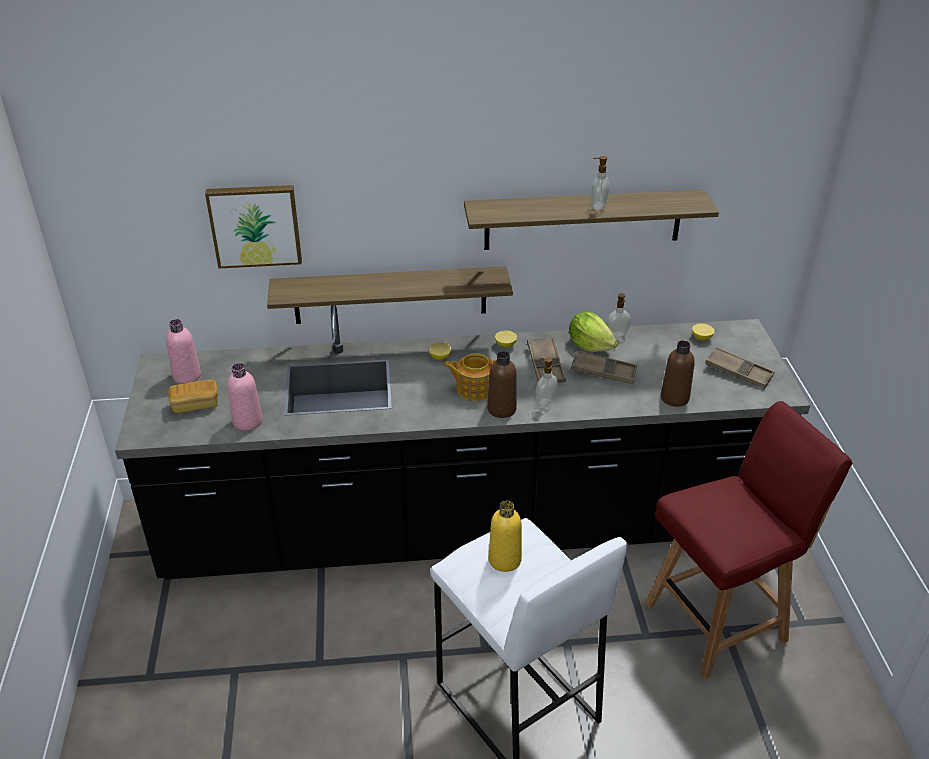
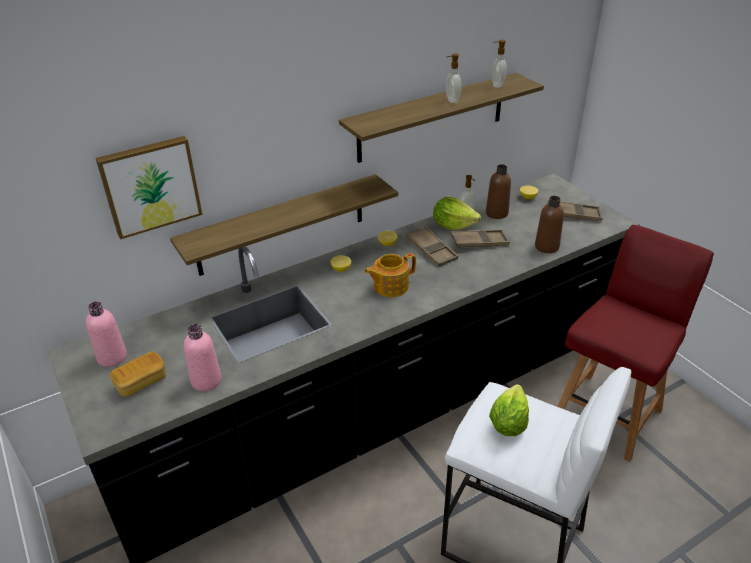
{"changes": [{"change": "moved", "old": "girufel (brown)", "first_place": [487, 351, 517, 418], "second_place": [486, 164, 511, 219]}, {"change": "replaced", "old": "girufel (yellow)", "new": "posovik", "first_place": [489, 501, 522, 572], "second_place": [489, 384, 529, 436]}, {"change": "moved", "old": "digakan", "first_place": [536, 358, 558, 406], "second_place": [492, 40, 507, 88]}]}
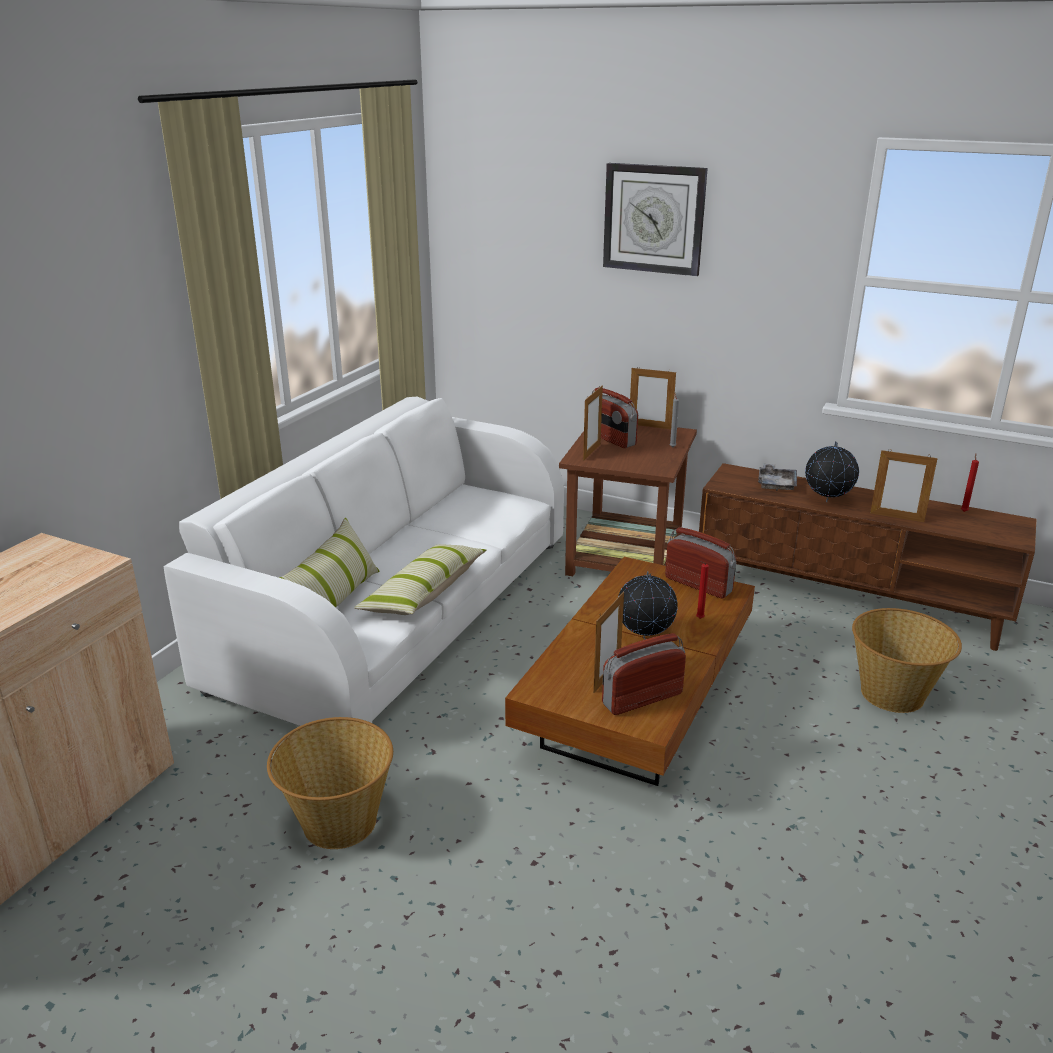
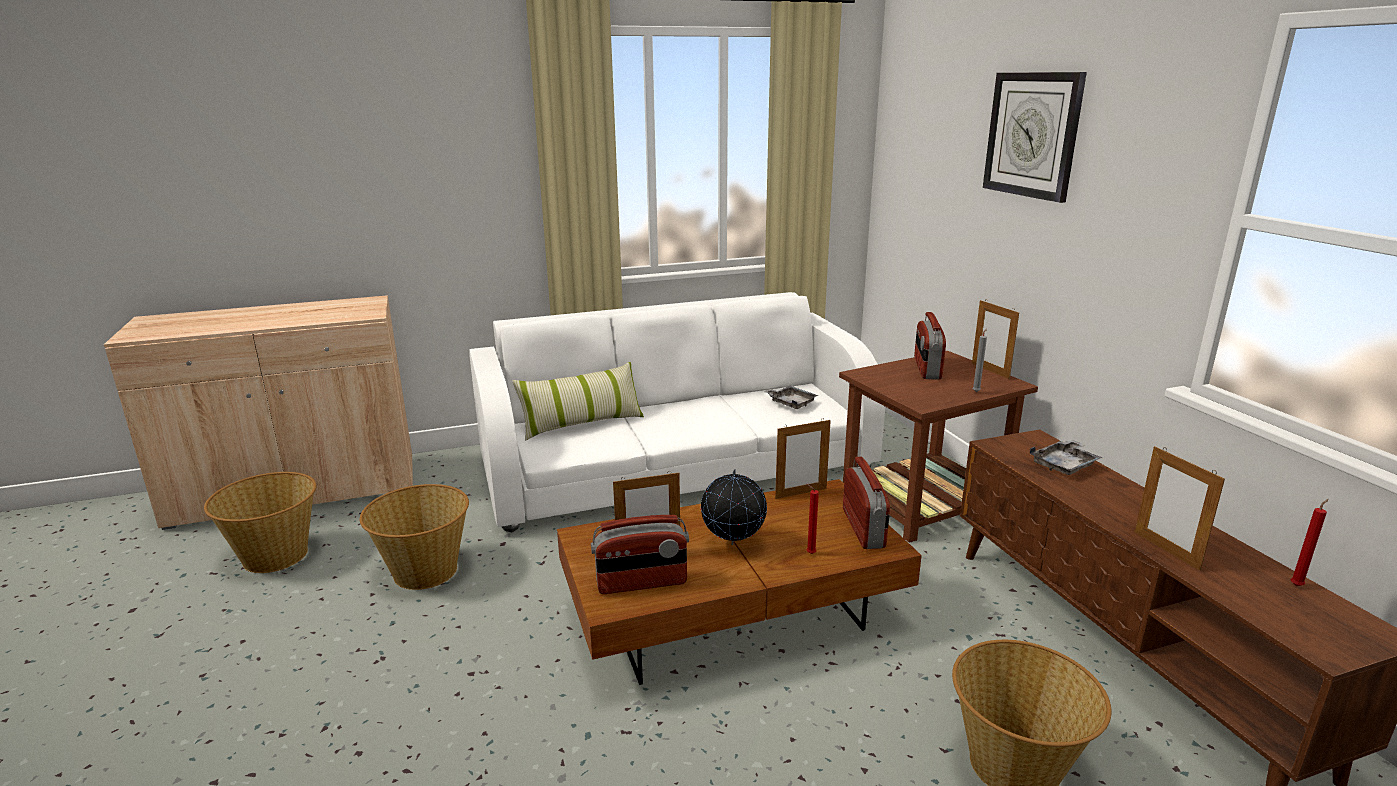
{"changes": [{"change": "removed", "old": "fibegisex", "first_place": [354, 544, 487, 615]}, {"change": "moved", "old": "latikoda", "first_place": [583, 385, 603, 461], "second_place": [775, 418, 831, 499]}, {"change": "turned", "old": "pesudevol", "first_place": [602, 633, 686, 715], "second_place": [591, 515, 689, 594], "degrees": 150}, {"change": "removed", "old": "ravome", "first_place": [805, 441, 859, 502]}, {"change": "added", "new": "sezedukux", "second_place": [204, 472, 316, 573]}, {"change": "added", "new": "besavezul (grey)", "second_place": [763, 386, 818, 409]}]}
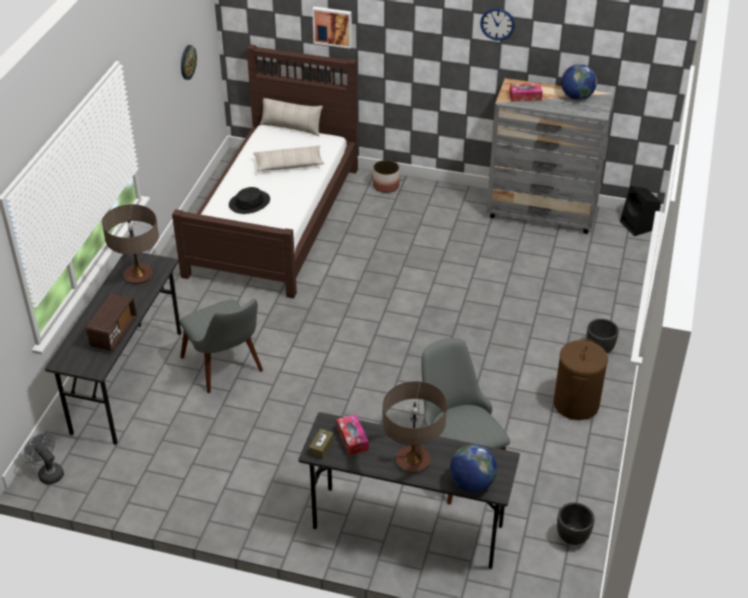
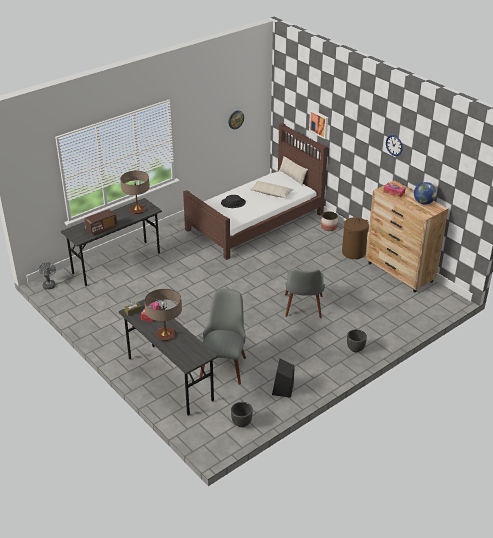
{"changes": [{"change": "moved", "old": "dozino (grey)", "first_place": [180, 298, 263, 393], "second_place": [285, 268, 325, 318]}, {"change": "removed", "old": "ravome", "first_place": [450, 445, 497, 492]}, {"change": "recoloured", "old": "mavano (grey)", "new": "mavano (brown)", "first_place": [487, 78, 614, 234], "second_place": [366, 180, 449, 292]}, {"change": "moved", "old": "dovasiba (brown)", "first_place": [554, 339, 608, 420], "second_place": [342, 217, 369, 259]}, {"change": "moved", "old": "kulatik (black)", "first_place": [620, 186, 661, 236], "second_place": [272, 359, 295, 398]}]}
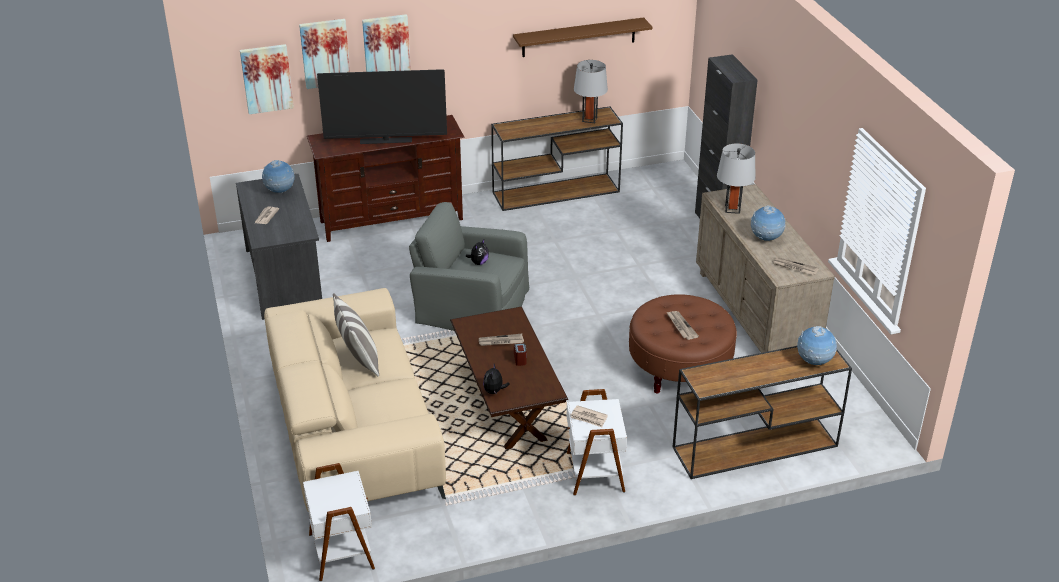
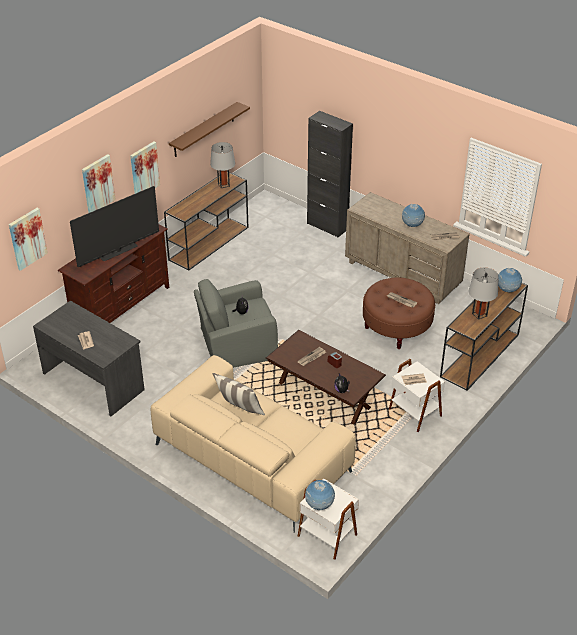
{"changes": [{"change": "moved", "old": "ravome", "first_place": [262, 160, 294, 193], "second_place": [305, 480, 335, 510]}, {"change": "moved", "old": "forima", "first_place": [299, 19, 350, 89], "second_place": [130, 141, 160, 194]}, {"change": "moved", "old": "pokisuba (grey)", "first_place": [717, 143, 756, 214], "second_place": [468, 267, 499, 320]}]}
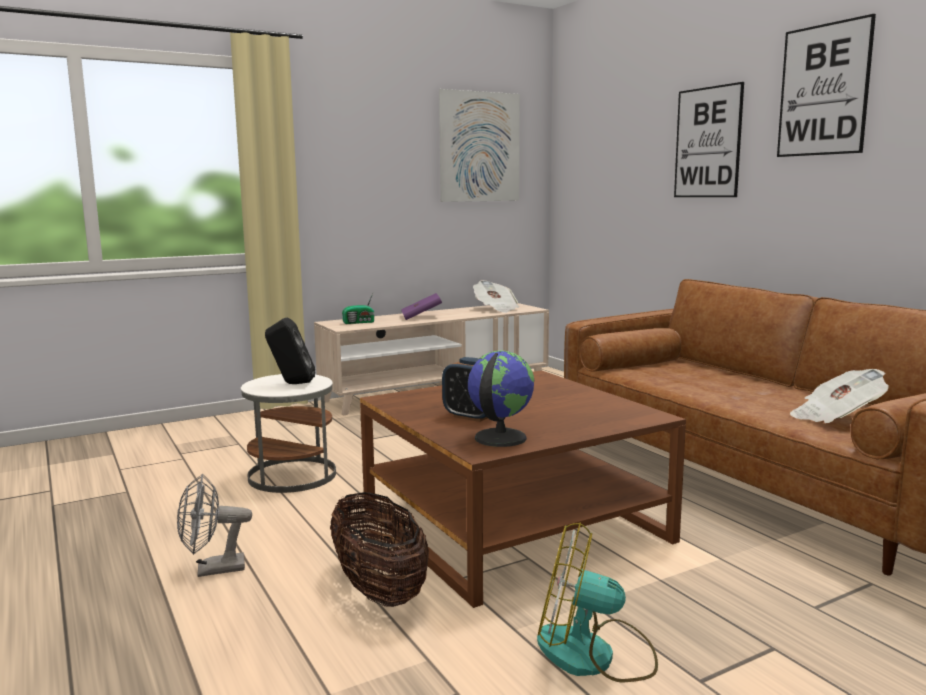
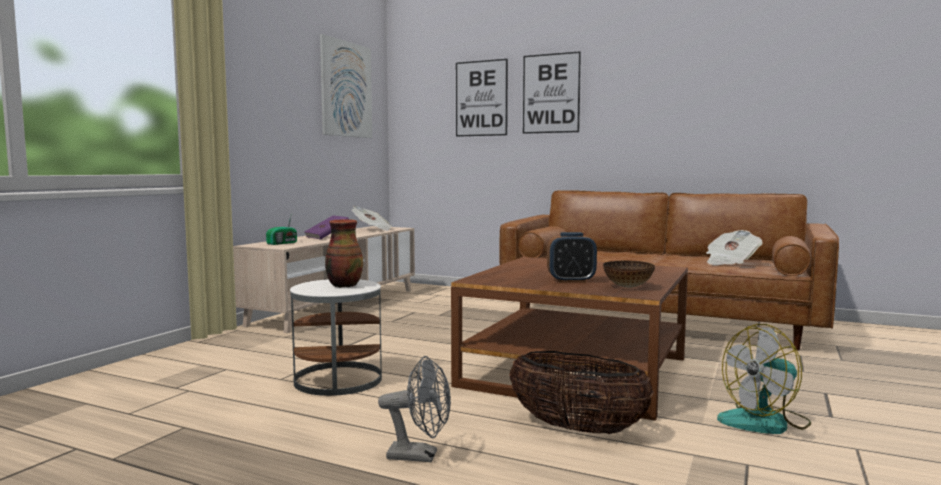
{"changes": [{"change": "turned", "old": "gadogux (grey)", "first_place": [177, 474, 252, 577], "second_place": [378, 356, 451, 462], "degrees": -120}, {"change": "replaced", "old": "kulatik (black)", "new": "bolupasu", "first_place": [265, 318, 315, 384], "second_place": [325, 219, 363, 288]}, {"change": "replaced", "old": "ravome", "new": "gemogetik", "first_place": [468, 350, 534, 447], "second_place": [603, 261, 655, 288]}, {"change": "moved", "old": "forima", "first_place": [777, 14, 876, 157], "second_place": [456, 59, 508, 137]}]}
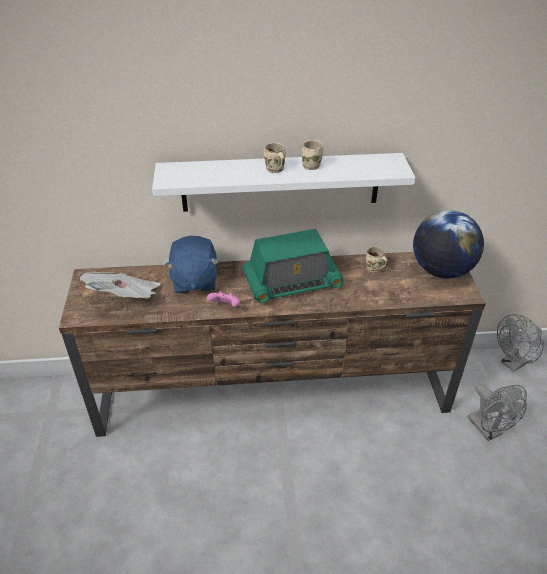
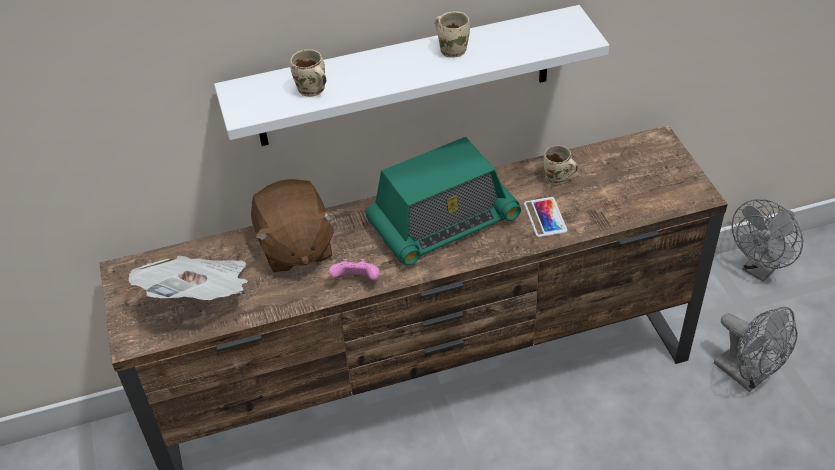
{"changes": [{"change": "recoloured", "old": "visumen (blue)", "new": "visumen (brown)", "first_place": [165, 236, 219, 294], "second_place": [251, 179, 336, 273]}, {"change": "moved", "old": "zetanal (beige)", "first_place": [264, 143, 286, 173], "second_place": [290, 49, 327, 97]}, {"change": "removed", "old": "ravome", "first_place": [413, 210, 484, 278]}, {"change": "added", "new": "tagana", "second_place": [524, 197, 568, 237]}]}
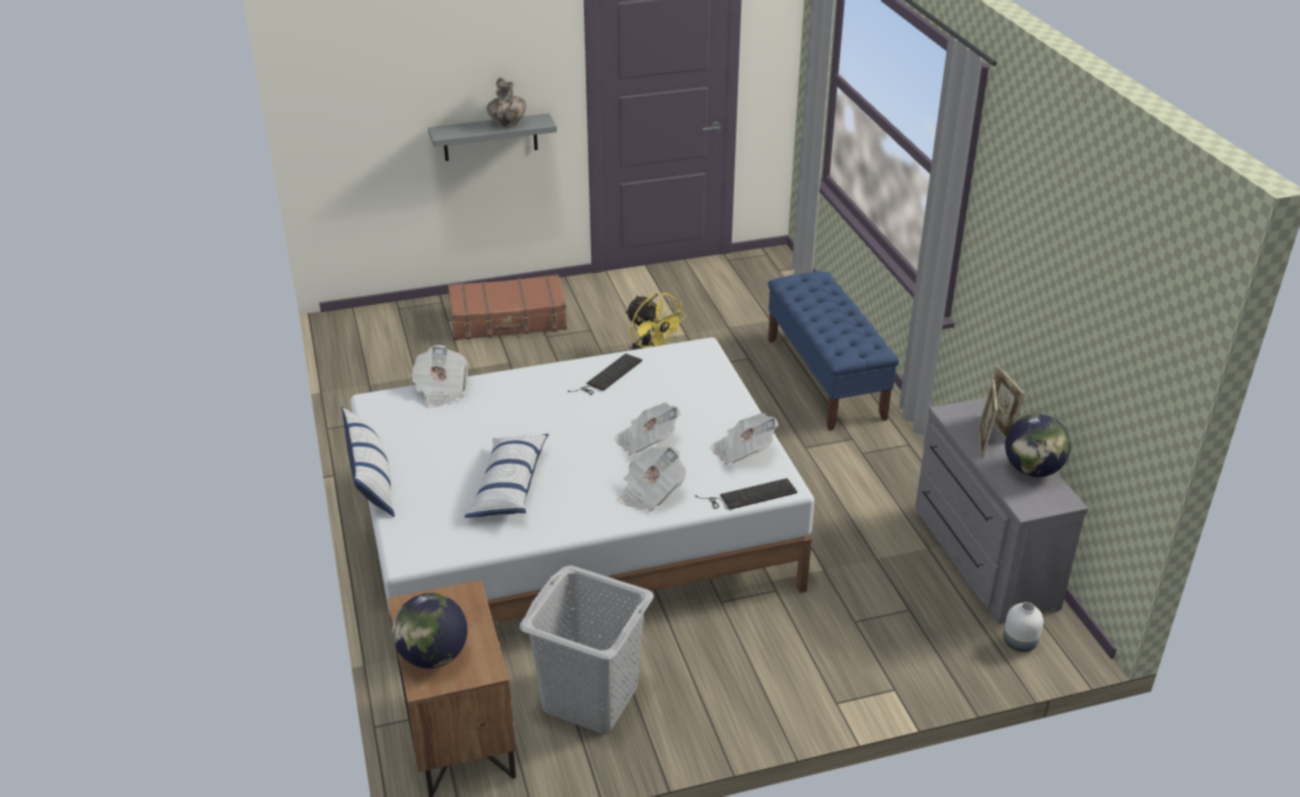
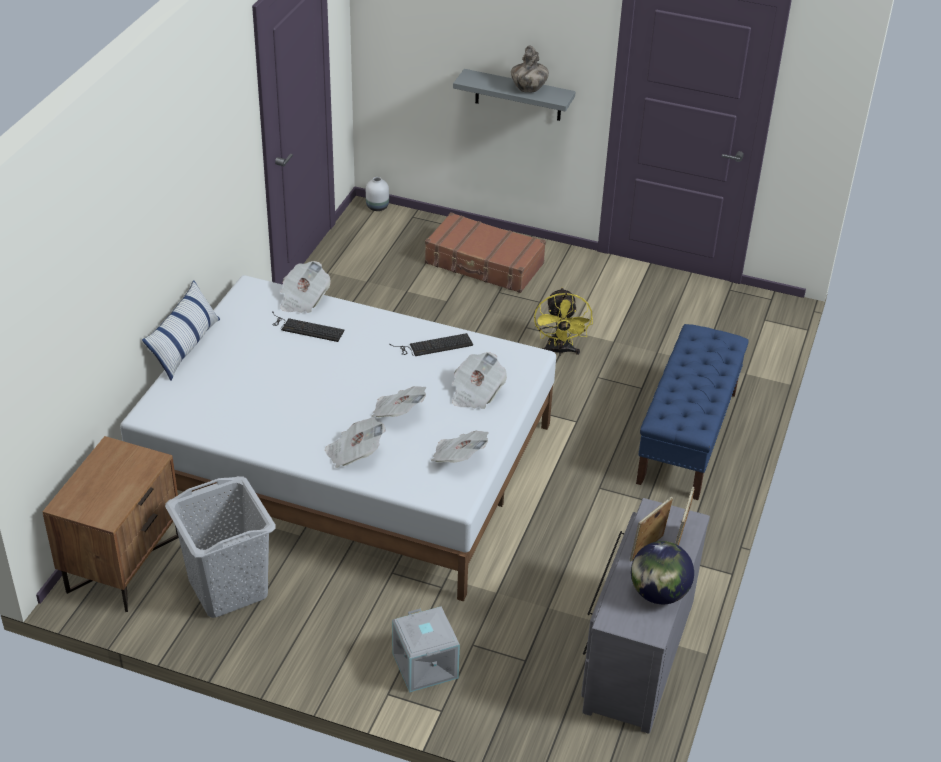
{"changes": [{"change": "removed", "old": "ravome", "first_place": [392, 593, 468, 669]}, {"change": "removed", "old": "fibegisex", "first_place": [465, 434, 549, 518]}, {"change": "moved", "old": "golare", "first_place": [695, 478, 797, 510], "second_place": [272, 311, 345, 342]}, {"change": "moved", "old": "bolupasu (white)", "first_place": [1003, 602, 1043, 652], "second_place": [366, 177, 389, 211]}, {"change": "added", "new": "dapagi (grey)", "second_place": [392, 606, 460, 693]}, {"change": "added", "new": "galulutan", "second_place": [452, 352, 507, 409]}]}
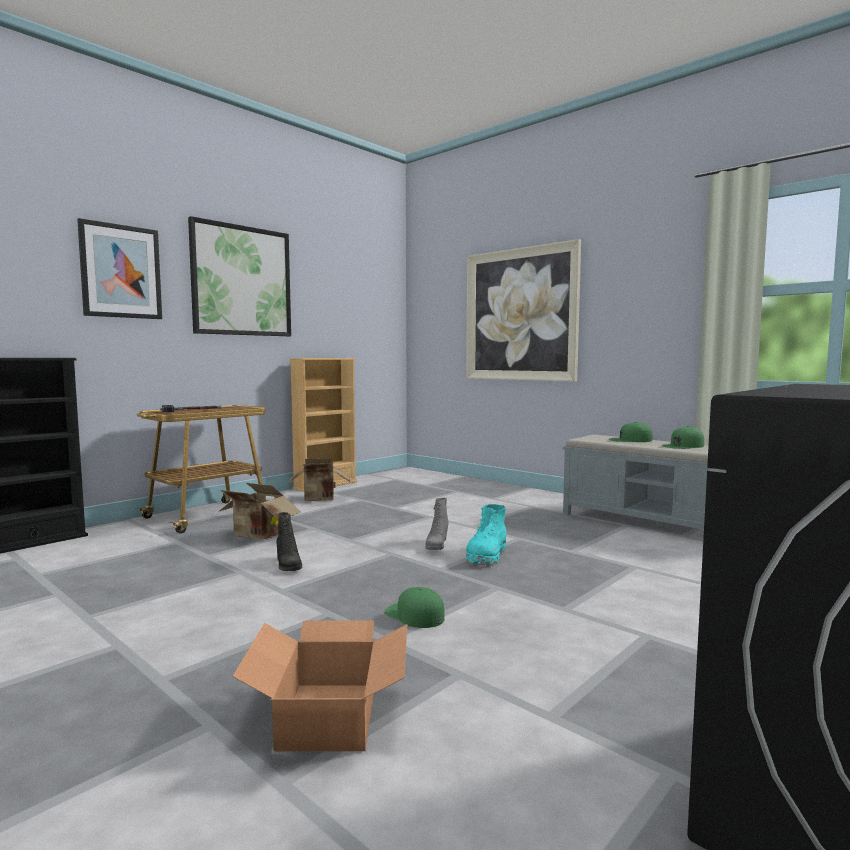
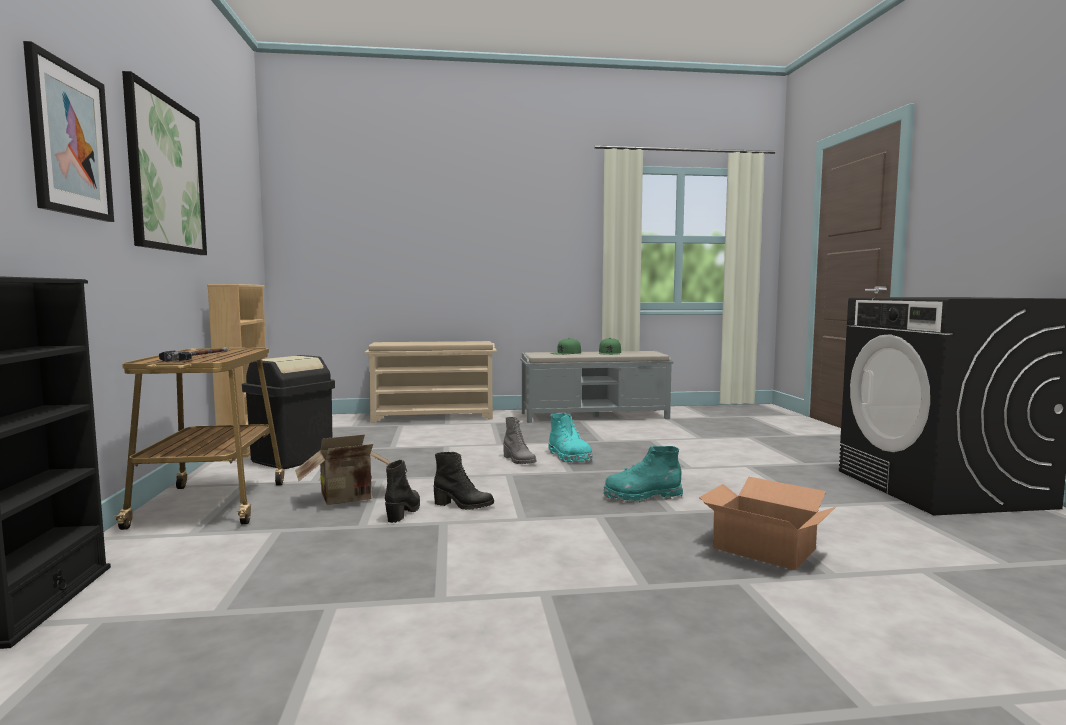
{"changes": [{"change": "replaced", "old": "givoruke", "new": "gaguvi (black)", "first_place": [288, 458, 350, 501], "second_place": [242, 355, 335, 469]}, {"change": "replaced", "old": "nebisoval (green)", "new": "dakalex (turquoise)", "first_place": [384, 587, 445, 628], "second_place": [603, 446, 683, 503]}, {"change": "removed", "old": "forima", "first_place": [466, 239, 581, 382]}, {"change": "added", "new": "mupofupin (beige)", "second_place": [364, 341, 497, 423]}, {"change": "added", "new": "dakalex (black)", "second_place": [385, 460, 420, 523]}]}
